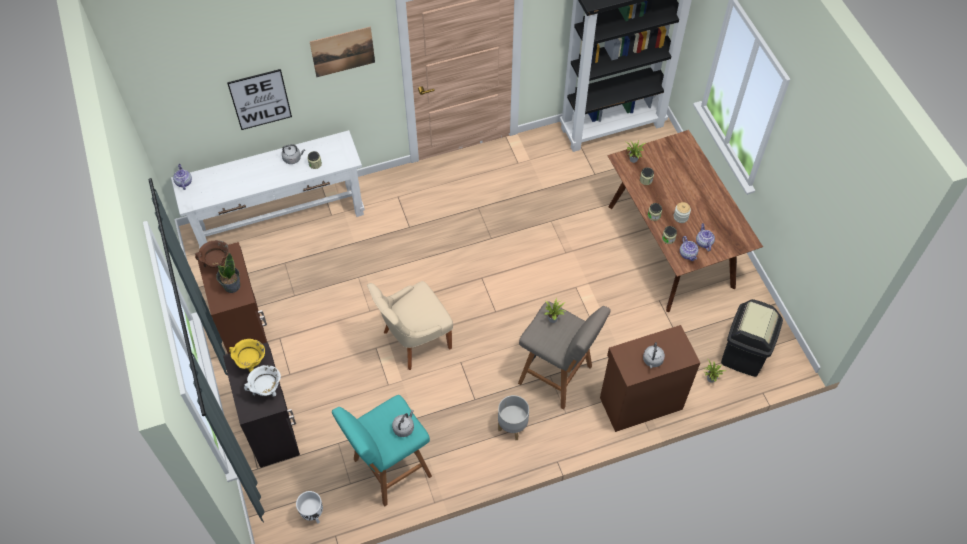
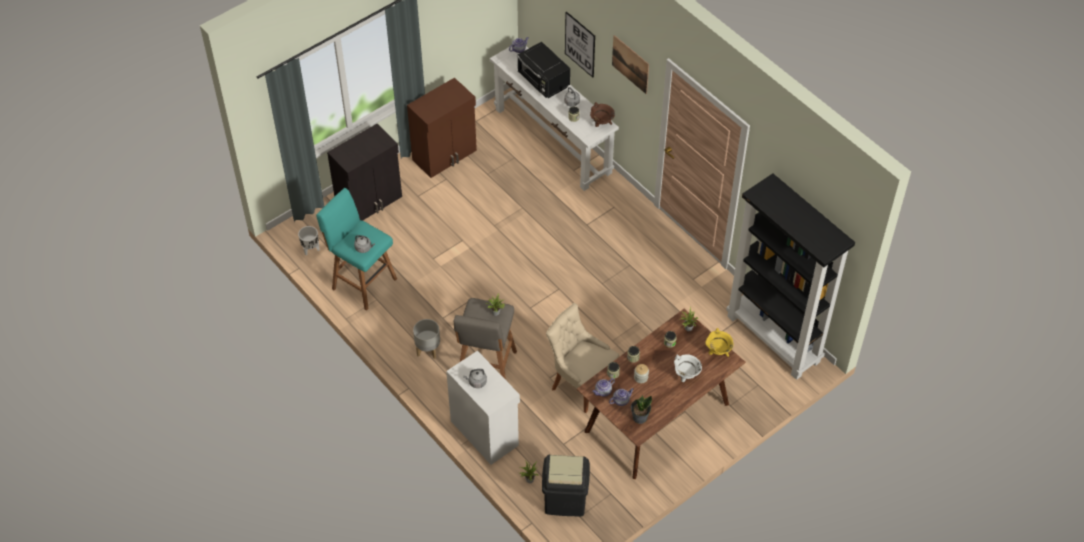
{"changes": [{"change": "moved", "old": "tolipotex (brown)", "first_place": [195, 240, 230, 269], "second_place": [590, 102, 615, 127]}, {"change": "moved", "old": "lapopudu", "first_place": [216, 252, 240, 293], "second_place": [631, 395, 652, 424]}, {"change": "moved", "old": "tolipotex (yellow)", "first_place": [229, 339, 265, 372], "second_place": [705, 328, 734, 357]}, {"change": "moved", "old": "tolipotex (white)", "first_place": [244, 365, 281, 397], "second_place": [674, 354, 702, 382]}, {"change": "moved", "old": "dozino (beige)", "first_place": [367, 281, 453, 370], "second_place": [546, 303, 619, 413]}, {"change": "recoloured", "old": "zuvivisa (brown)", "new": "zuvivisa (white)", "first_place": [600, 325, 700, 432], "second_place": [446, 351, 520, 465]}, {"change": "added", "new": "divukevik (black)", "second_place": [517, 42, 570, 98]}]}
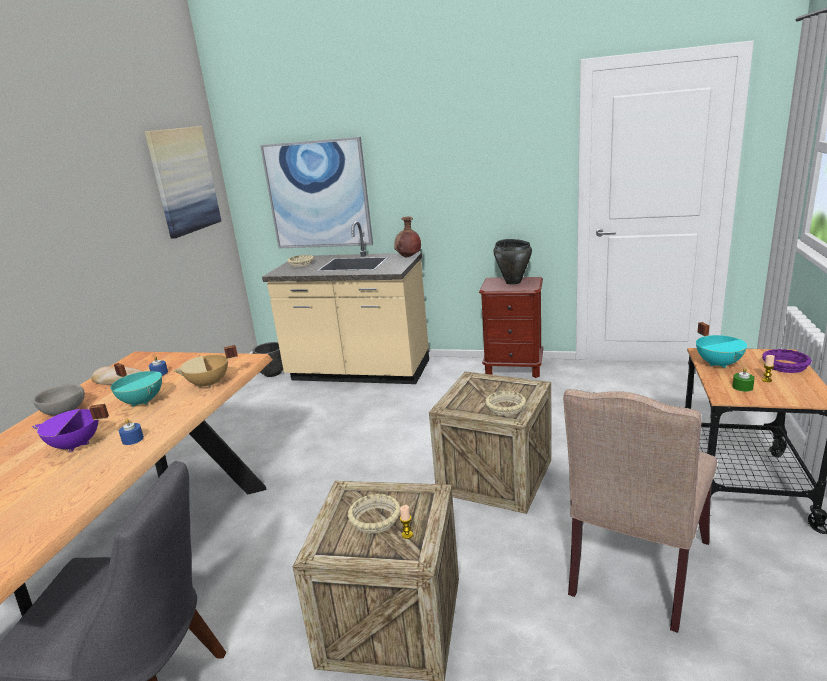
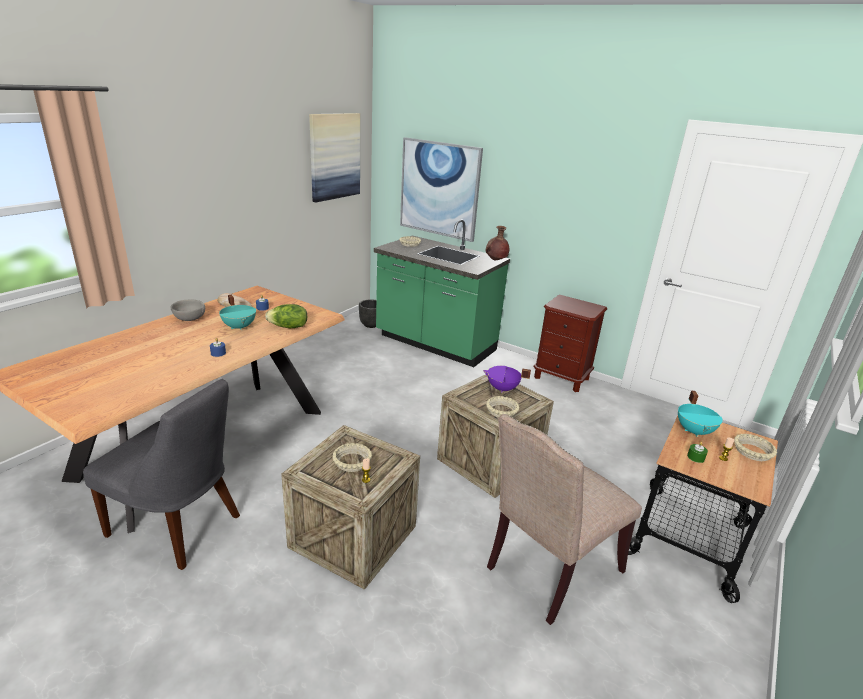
{"changes": [{"change": "moved", "old": "tolipotex (purple)", "first_place": [32, 404, 109, 452], "second_place": [483, 366, 531, 393]}, {"change": "replaced", "old": "tolipotex (beige)", "new": "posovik", "first_place": [174, 345, 238, 388], "second_place": [265, 304, 307, 328]}, {"change": "recoloured", "old": "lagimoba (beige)", "new": "lagimoba (green)", "first_place": [262, 221, 429, 384], "second_place": [374, 219, 510, 367]}, {"change": "removed", "old": "tolipotex (black)", "first_place": [493, 239, 532, 285]}, {"change": "recoloured", "old": "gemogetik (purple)", "new": "gemogetik (beige)", "first_place": [762, 349, 812, 373], "second_place": [734, 434, 777, 461]}]}
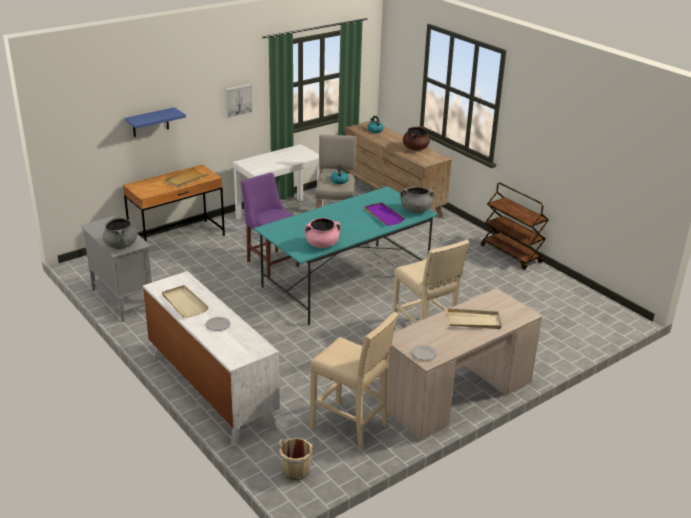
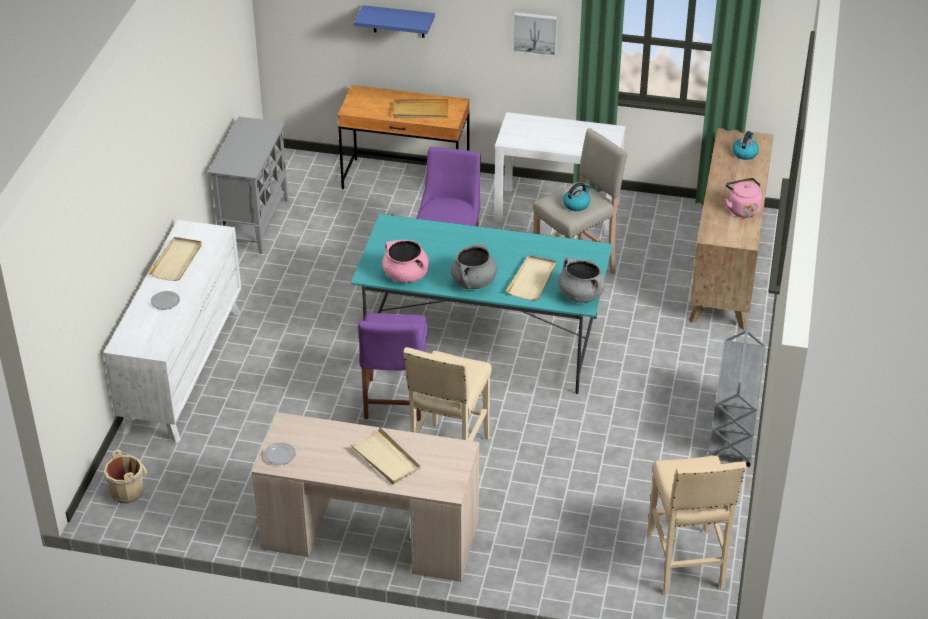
{"changes": [{"change": "moved", "old": "tolipotex (grey)", "first_place": [103, 217, 137, 249], "second_place": [451, 243, 497, 289]}, {"change": "moved", "old": "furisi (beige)", "first_place": [310, 312, 399, 451], "second_place": [647, 456, 746, 595]}, {"change": "recoloured", "old": "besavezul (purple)", "new": "besavezul (beige)", "first_place": [365, 202, 405, 226], "second_place": [506, 255, 556, 300]}, {"change": "replaced", "old": "tolipotex (brown)", "new": "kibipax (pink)", "first_place": [403, 126, 430, 151], "second_place": [725, 178, 762, 218]}, {"change": "recoloured", "old": "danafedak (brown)", "new": "danafedak (grey)", "first_place": [481, 183, 549, 270], "second_place": [708, 319, 766, 467]}, {"change": "added", "new": "dozino (purple)", "second_place": [358, 313, 427, 421]}]}
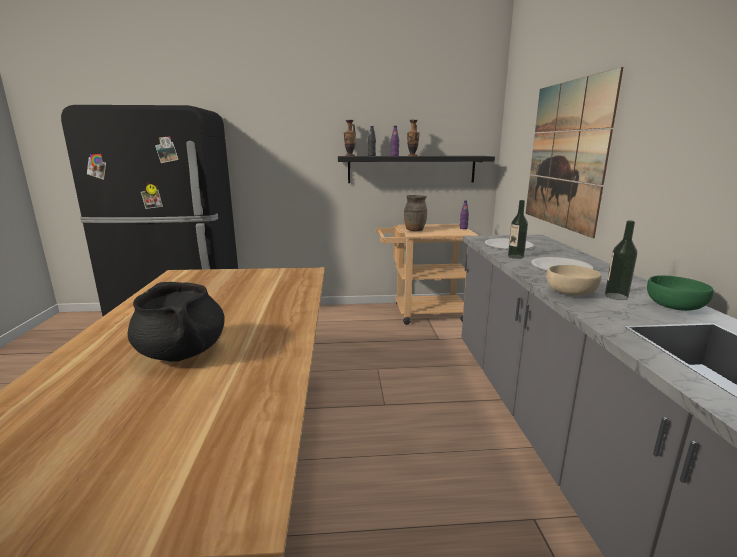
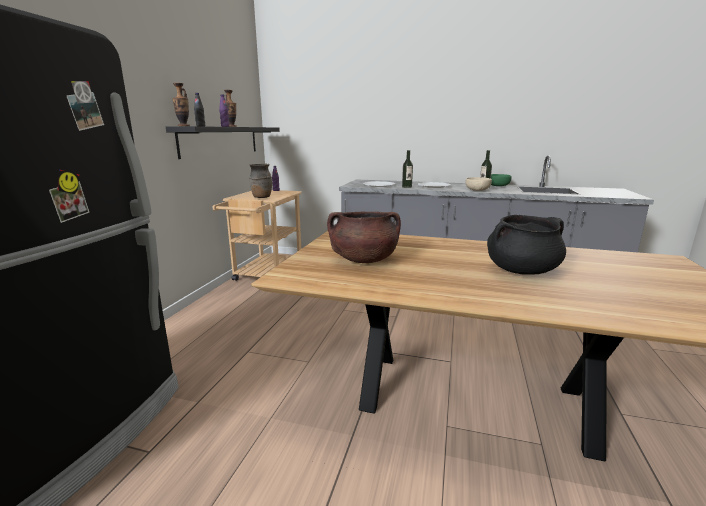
{"changes": [{"change": "removed", "old": "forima", "first_place": [525, 67, 623, 238]}, {"change": "added", "new": "tolipotex (brown)", "second_place": [327, 212, 401, 263]}]}
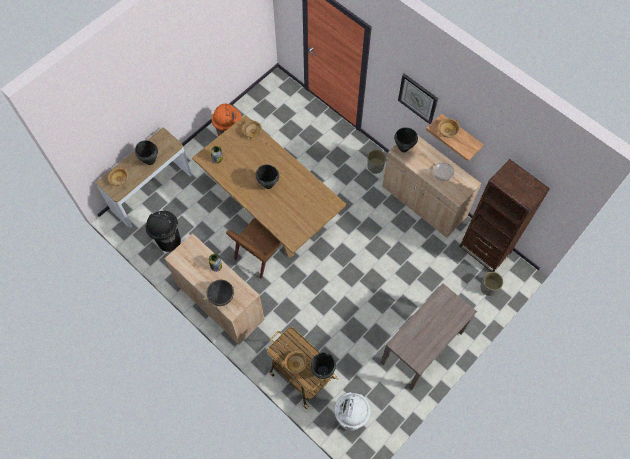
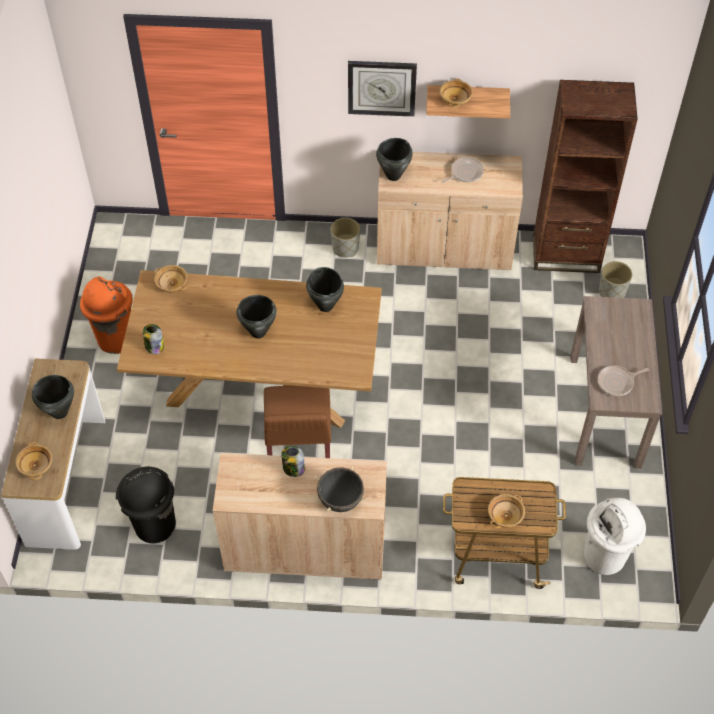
{"changes": [{"change": "moved", "old": "tolipotex (black)", "first_place": [311, 352, 336, 379], "second_place": [306, 267, 344, 312]}, {"change": "added", "new": "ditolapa", "second_place": [598, 366, 649, 396]}]}
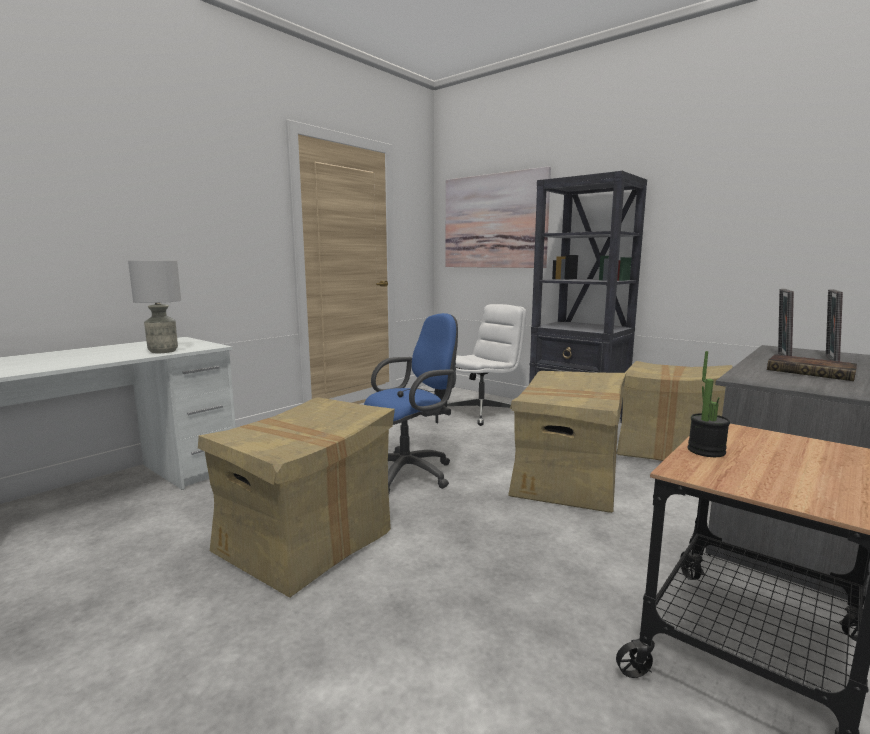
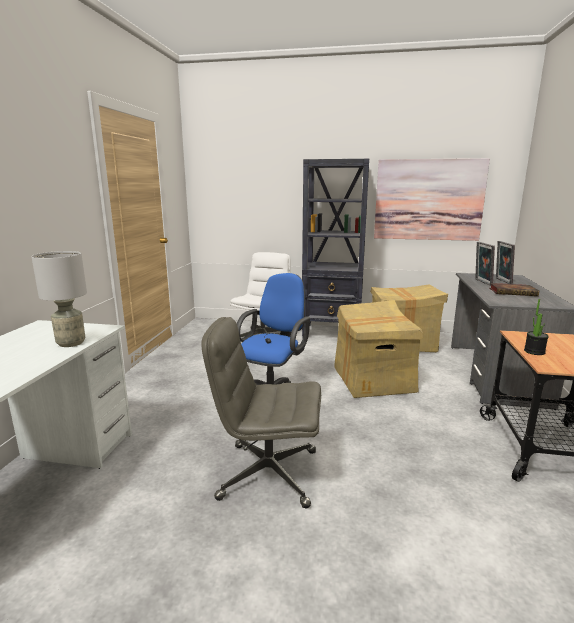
{"changes": [{"change": "replaced", "old": "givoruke", "new": "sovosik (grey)", "first_place": [198, 397, 395, 598], "second_place": [201, 317, 321, 508]}, {"change": "moved", "old": "forima", "first_place": [445, 166, 551, 268], "second_place": [374, 158, 490, 241]}]}
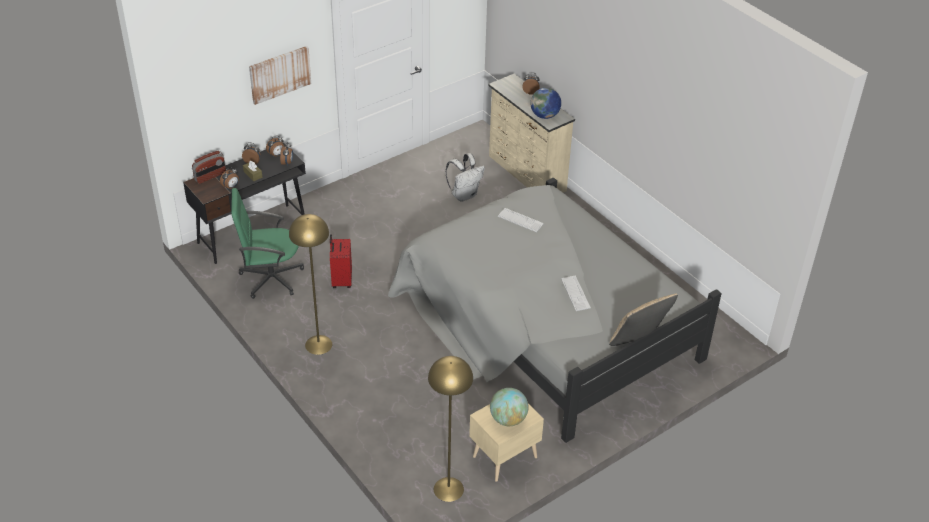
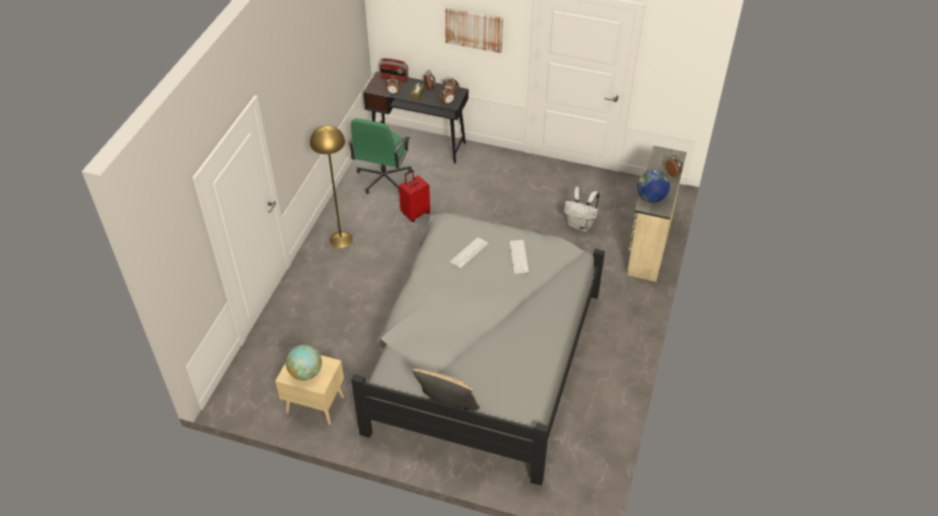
{"changes": [{"change": "turned", "old": "sovosik (green)", "first_place": [231, 188, 304, 299], "second_place": [348, 118, 412, 194], "degrees": -120}, {"change": "removed", "old": "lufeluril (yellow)", "first_place": [428, 356, 473, 502]}, {"change": "moved", "old": "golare", "first_place": [561, 275, 591, 311], "second_place": [450, 237, 489, 269]}]}
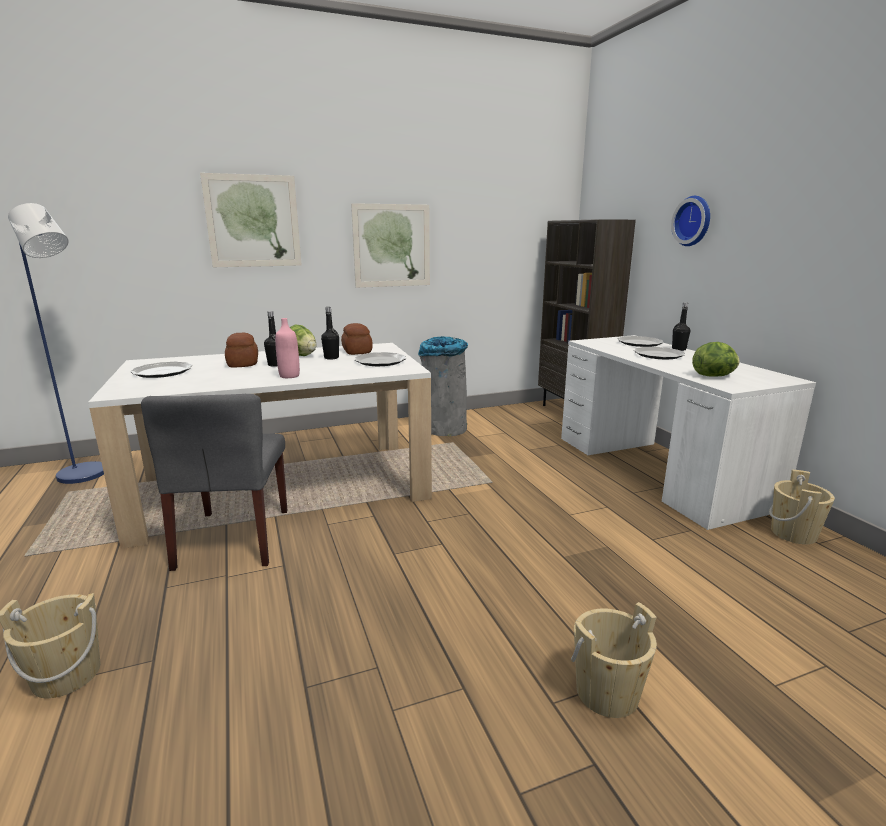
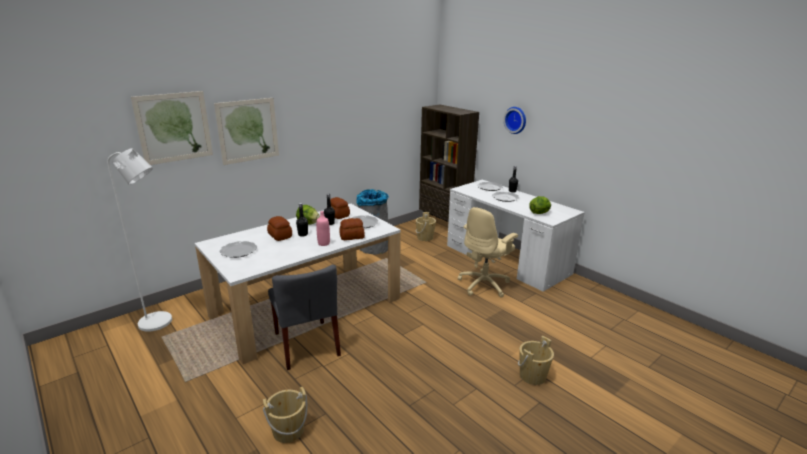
{"changes": [{"change": "recoloured", "old": "lufeluril (blue)", "new": "lufeluril (white)", "first_place": [8, 203, 104, 484], "second_place": [107, 148, 172, 332]}, {"change": "moved", "old": "forima", "first_place": [351, 203, 430, 288], "second_place": [131, 91, 213, 165]}, {"change": "moved", "old": "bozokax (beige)", "first_place": [769, 470, 835, 544], "second_place": [416, 212, 436, 241]}, {"change": "added", "new": "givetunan", "second_place": [340, 218, 365, 240]}, {"change": "added", "new": "sovosik (beige)", "second_place": [458, 207, 518, 298]}]}
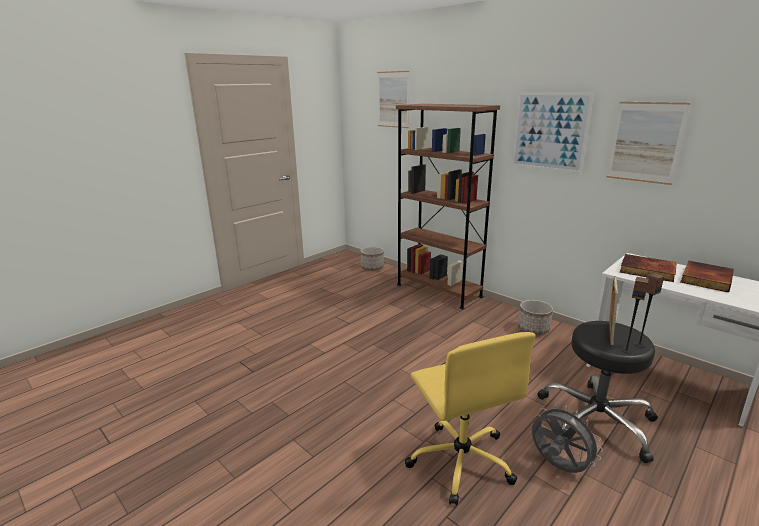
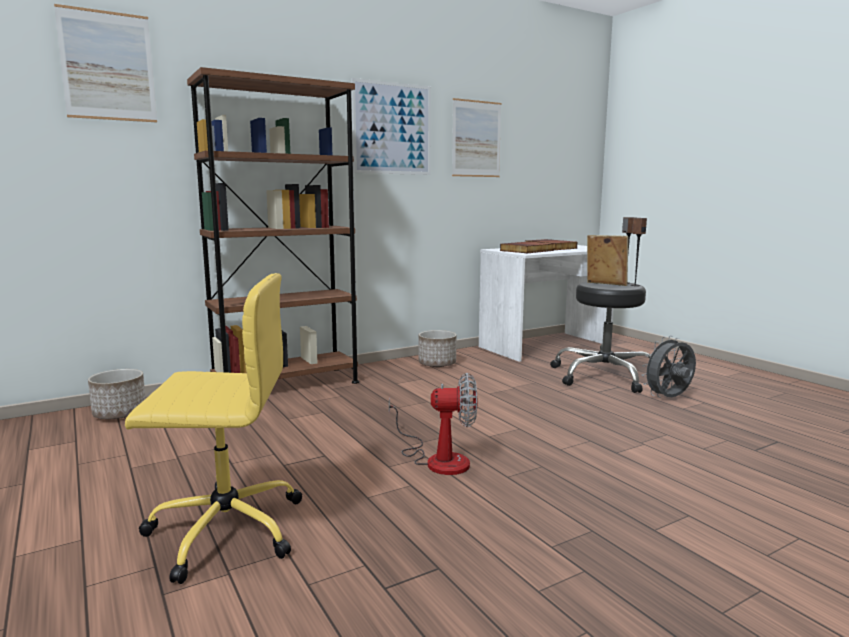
{"changes": [{"change": "moved", "old": "sovosik (yellow)", "first_place": [405, 332, 536, 506], "second_place": [125, 273, 302, 584]}, {"change": "added", "new": "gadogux", "second_place": [389, 373, 477, 475]}]}
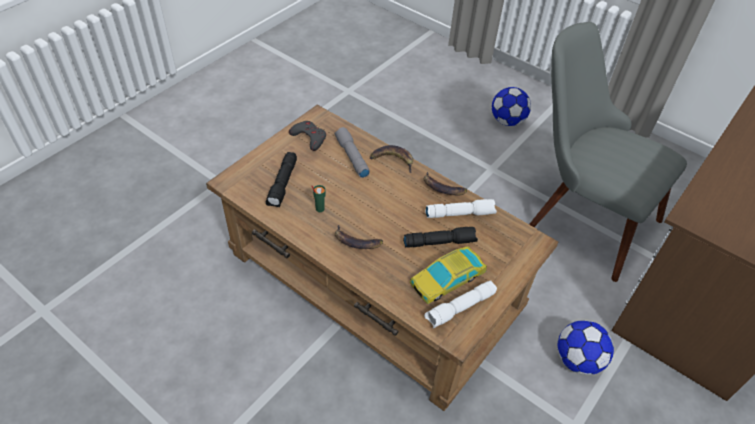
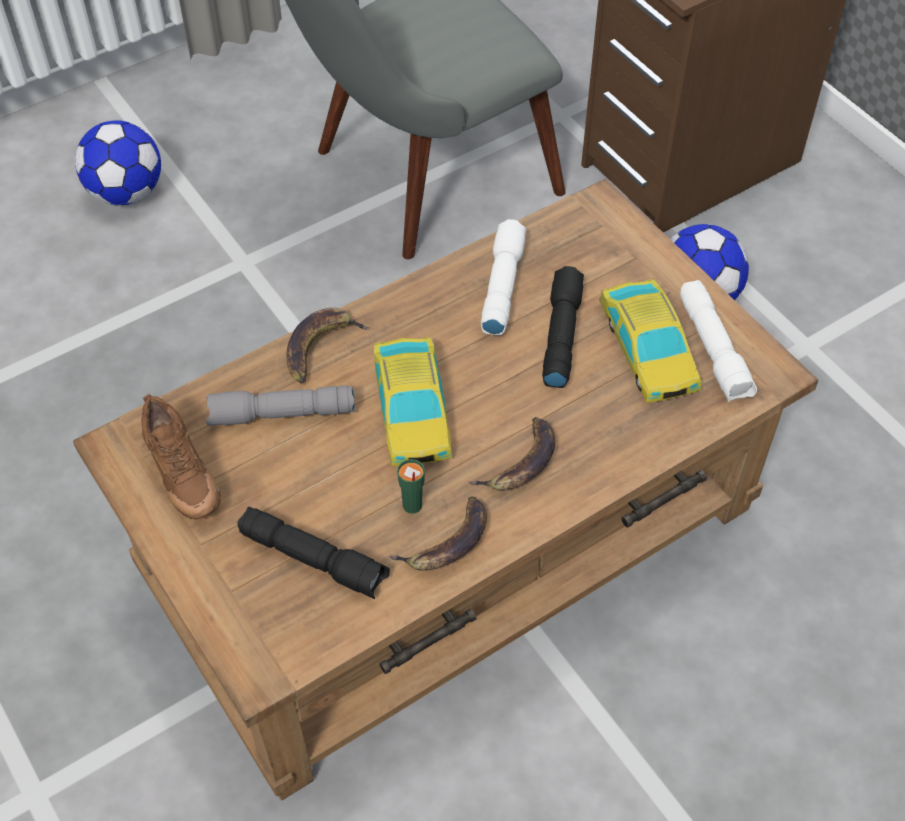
{"changes": [{"change": "replaced", "old": "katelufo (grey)", "new": "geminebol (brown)", "first_place": [289, 121, 326, 151], "second_place": [141, 394, 221, 520]}, {"change": "moved", "old": "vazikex", "first_place": [424, 172, 467, 195], "second_place": [389, 496, 487, 571]}, {"change": "added", "new": "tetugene", "second_place": [374, 337, 452, 466]}]}
